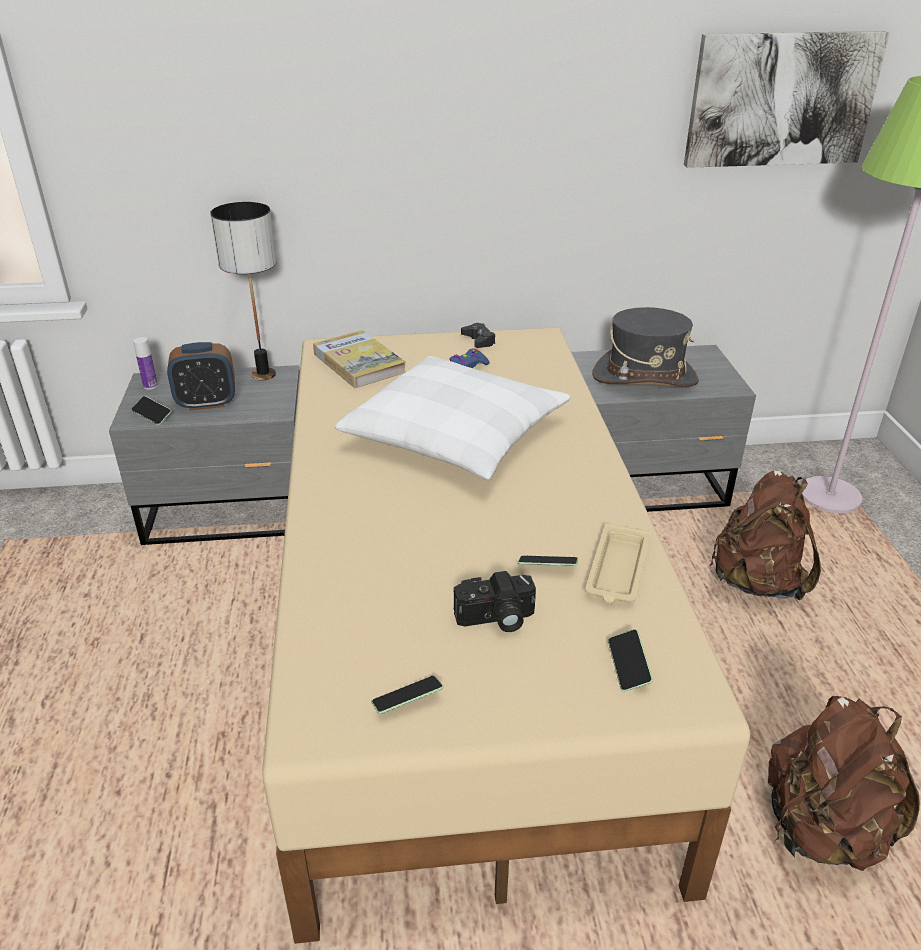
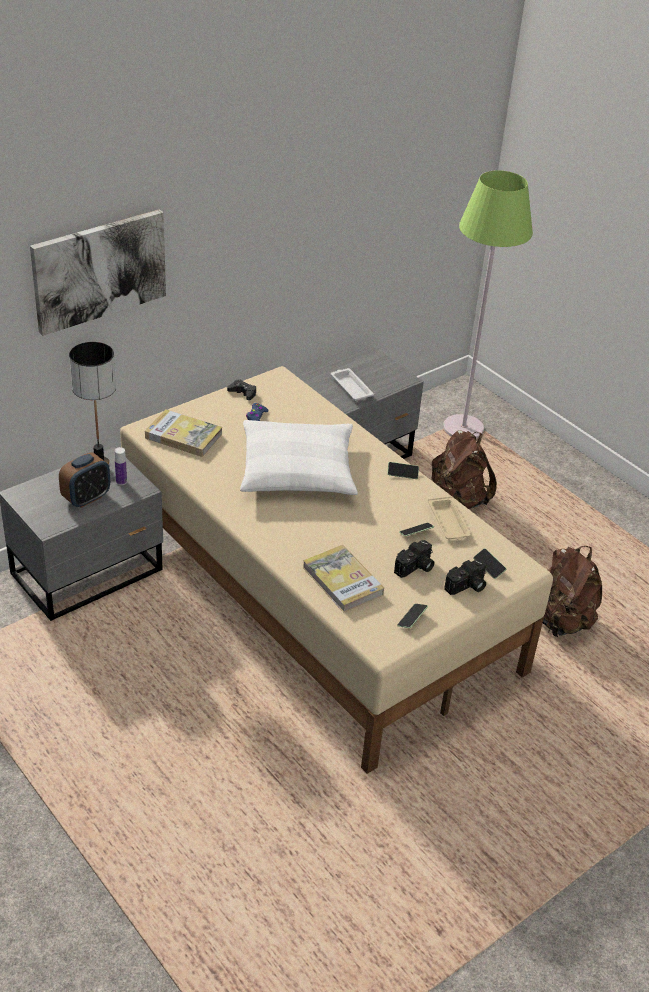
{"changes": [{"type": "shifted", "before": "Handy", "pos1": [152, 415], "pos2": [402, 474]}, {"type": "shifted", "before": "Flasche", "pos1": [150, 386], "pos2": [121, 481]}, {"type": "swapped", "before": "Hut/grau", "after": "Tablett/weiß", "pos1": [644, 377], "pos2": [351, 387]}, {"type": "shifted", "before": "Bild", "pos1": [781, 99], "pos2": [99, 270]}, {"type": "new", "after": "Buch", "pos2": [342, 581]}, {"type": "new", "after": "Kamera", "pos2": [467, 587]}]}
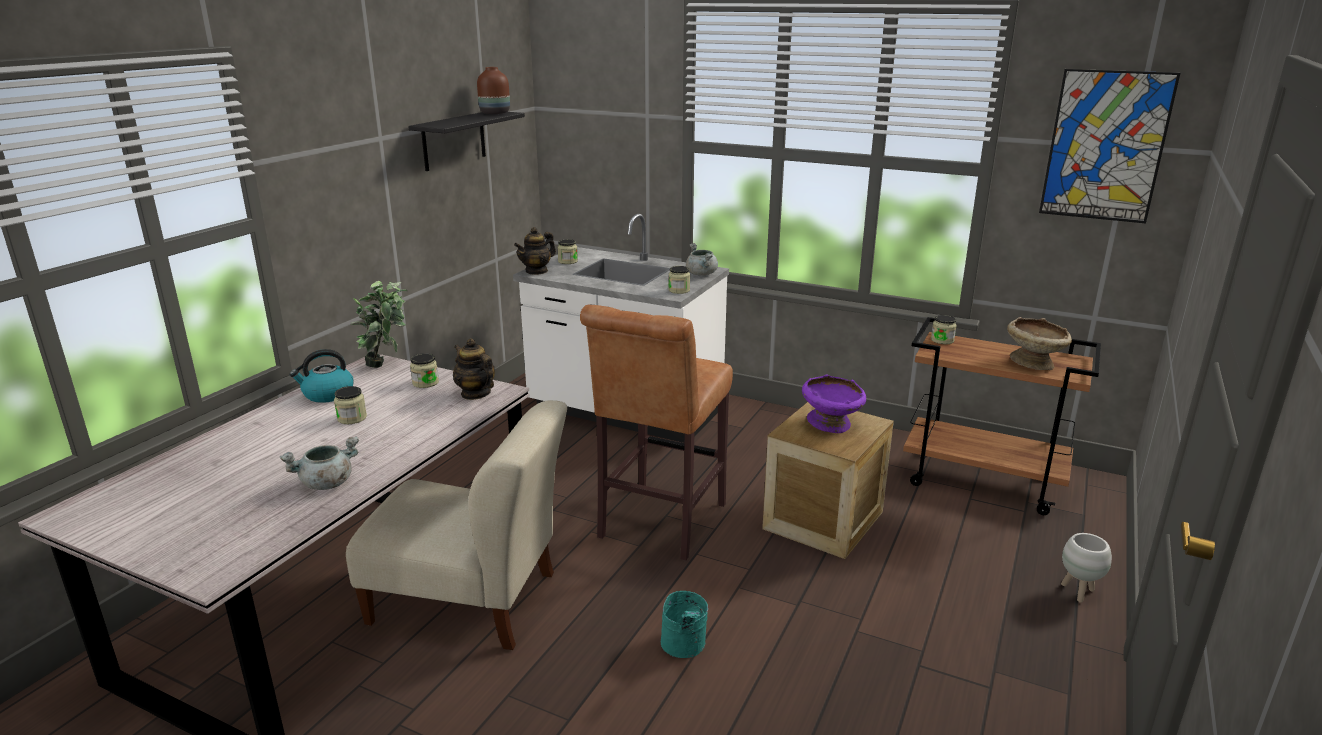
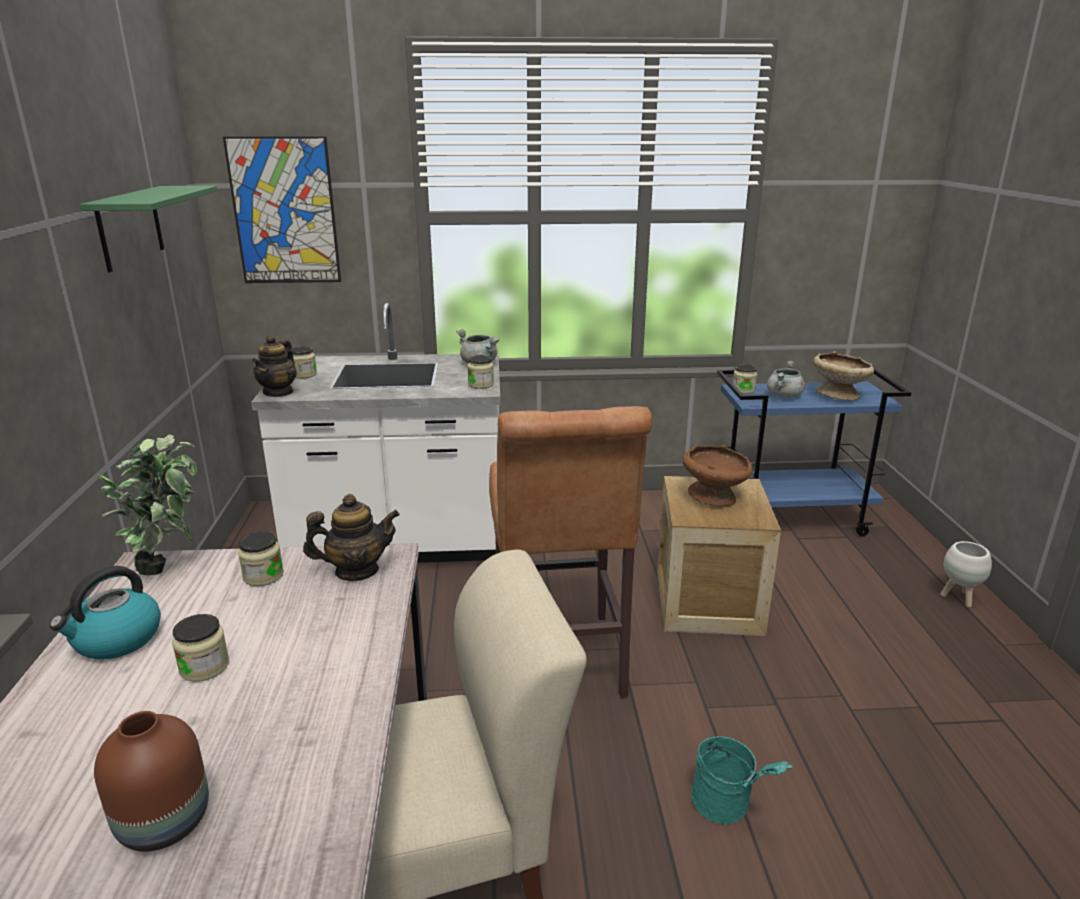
{"changes": [{"type": "shifted", "before": "Kochtopf/grau", "pos1": [327, 484], "pos2": [784, 396]}, {"type": "repainted", "before": "Wandregal/schwarz", "after": "Wandregal/grün", "pos1": [454, 140], "pos2": [130, 227]}, {"type": "rotated", "before": "Teekanne", "pos1": [475, 393], "pos2": [356, 571], "turn": 150}, {"type": "shifted", "before": "Vase/braun", "pos1": [495, 113], "pos2": [167, 820]}, {"type": "repainted", "before": "Schüssel/lila", "after": "Schüssel/braun", "pos1": [831, 424], "pos2": [714, 497]}, {"type": "repainted", "before": "Rollwagen/braun", "after": "Rollwagen/blau", "pos1": [984, 481], "pos2": [791, 518]}, {"type": "shifted", "before": "Bild", "pos1": [1105, 146], "pos2": [284, 211]}]}
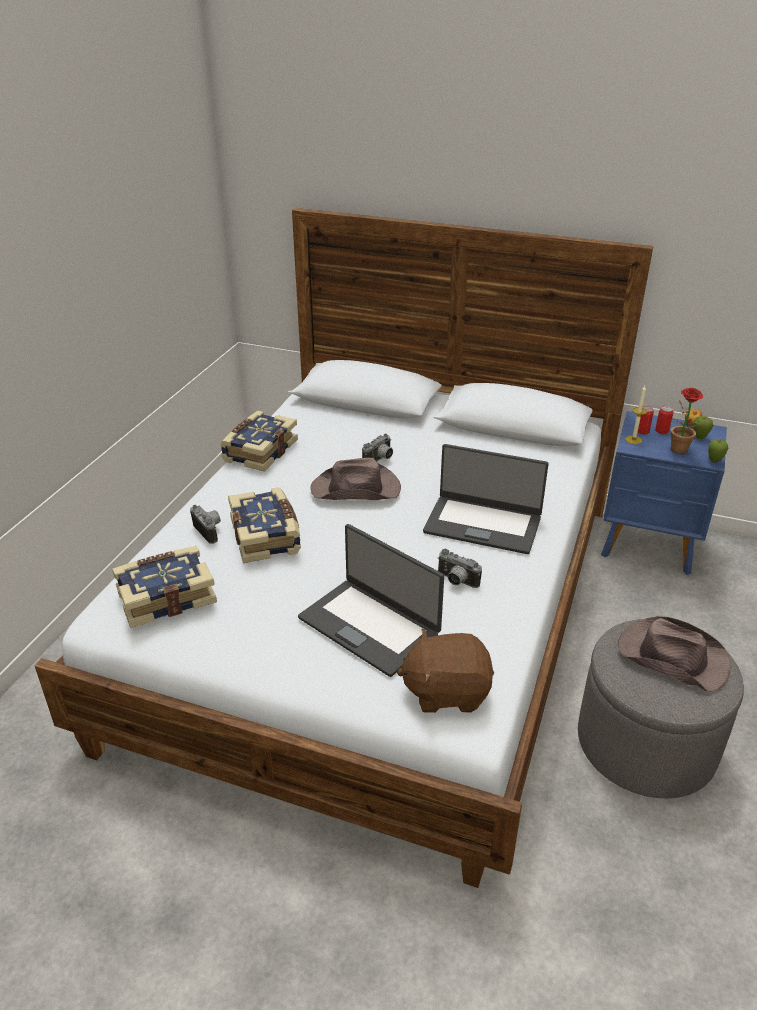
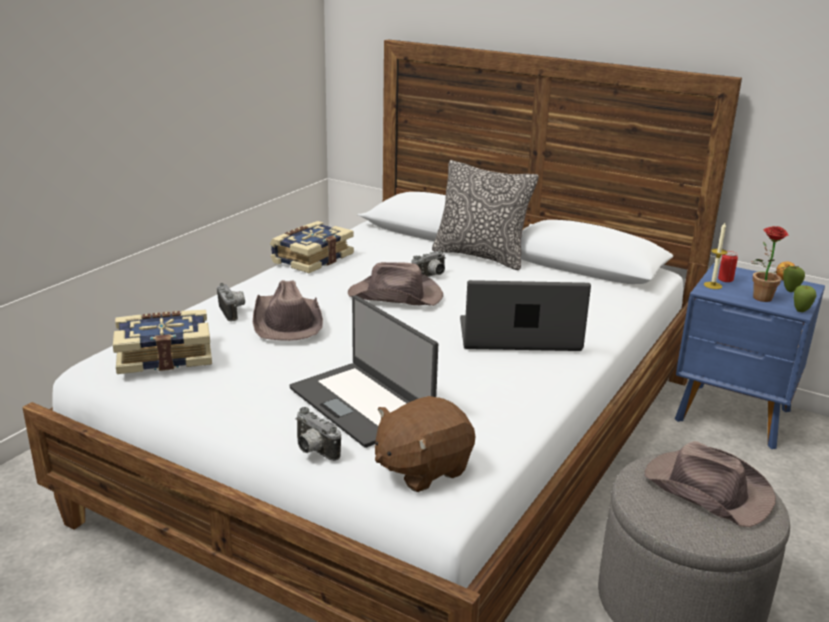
{"changes": [{"type": "swapped", "before": "Buch", "after": "Hut/braun", "pos1": [267, 536], "pos2": [287, 320]}, {"type": "rotated", "before": "Plüschtier/braun", "pos1": [446, 691], "pos2": [422, 468], "turn": -45}, {"type": "rotated", "before": "Laptop", "pos1": [483, 524], "pos2": [519, 336], "turn": 150}, {"type": "shifted", "before": "Kamera", "pos1": [456, 581], "pos2": [313, 450]}, {"type": "gone", "before": "Dose", "pos1": [662, 431]}, {"type": "new", "after": "Kissen", "pos2": [480, 256]}]}
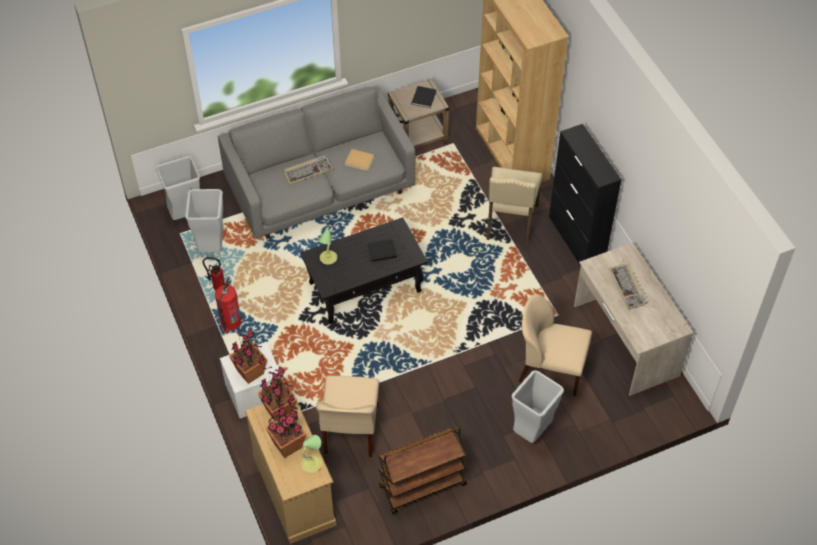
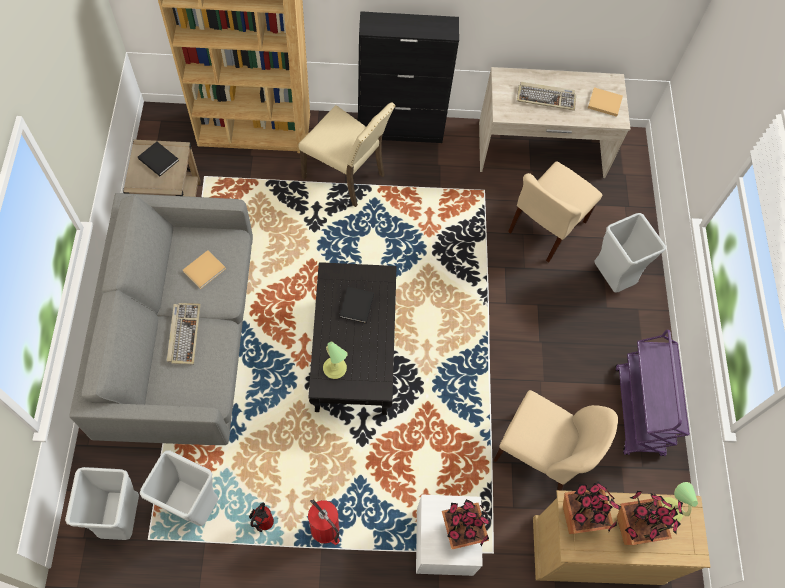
{"changes": [{"type": "repainted", "before": "Rollwagen/braun", "after": "Rollwagen/lila", "pos1": [422, 486], "pos2": [638, 411]}, {"type": "new", "after": "Buch/beige", "pos2": [603, 102]}]}
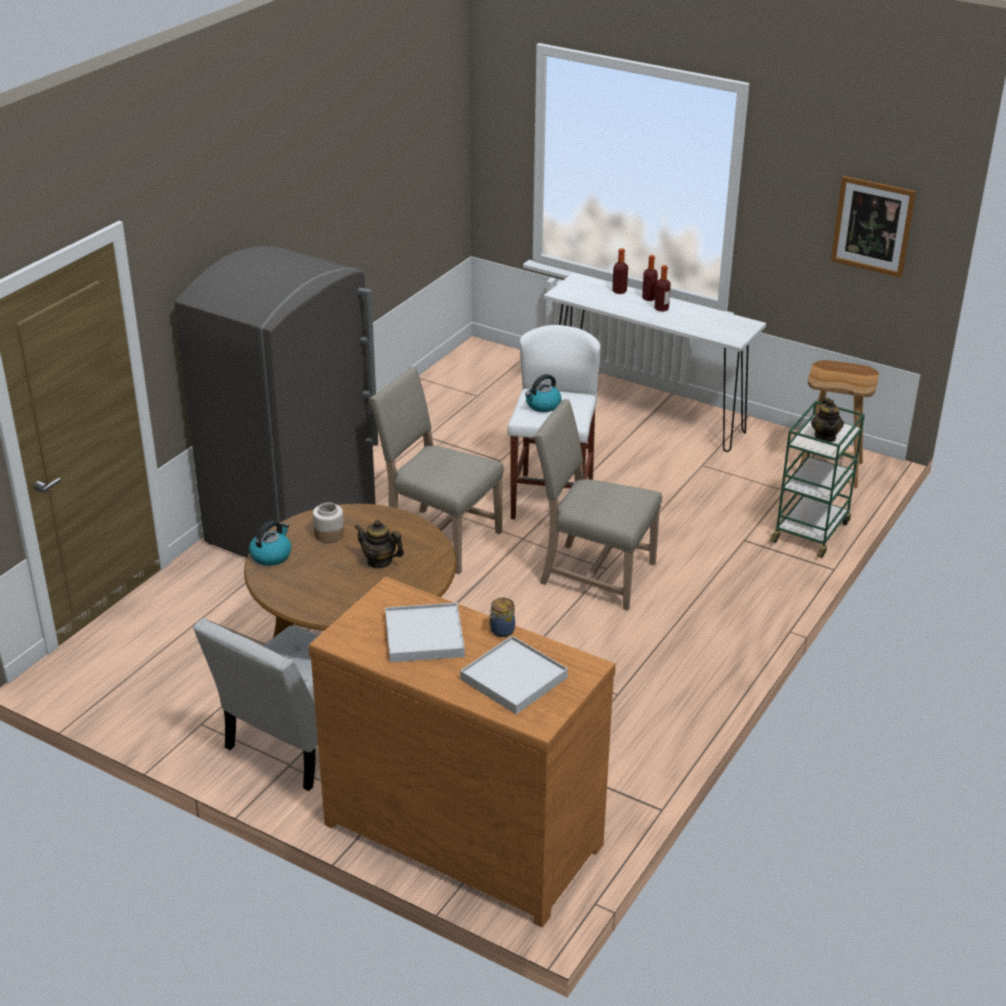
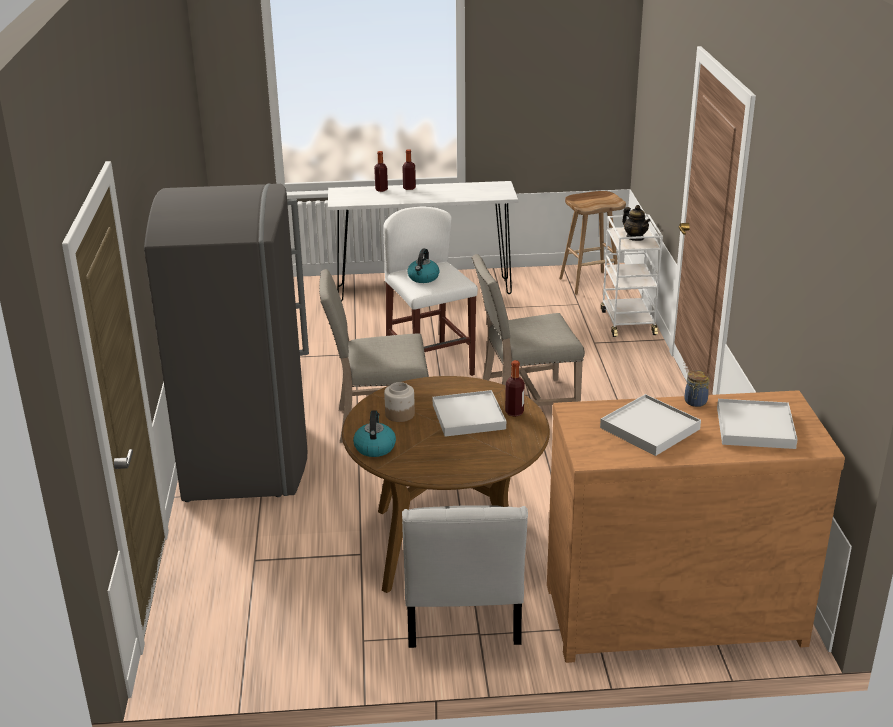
{"changes": [{"type": "swapped", "before": "Teekanne", "after": "Tablett/weiß", "pos1": [379, 561], "pos2": [469, 417]}, {"type": "shifted", "before": "Flasche", "pos1": [661, 309], "pos2": [514, 412]}, {"type": "repainted", "before": "Rollwagen/grün", "after": "Rollwagen/weiß", "pos1": [810, 531], "pos2": [627, 322]}, {"type": "gone", "before": "Bild", "pos1": [872, 226]}]}
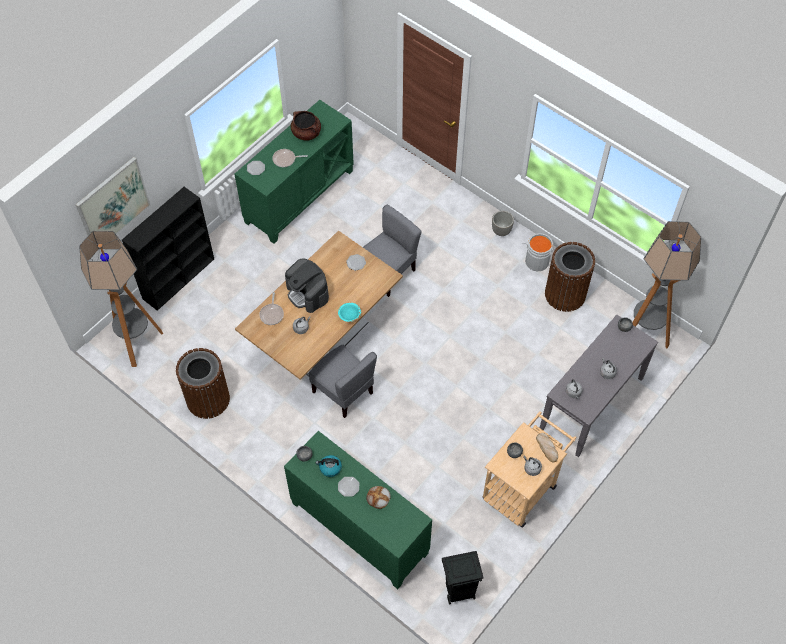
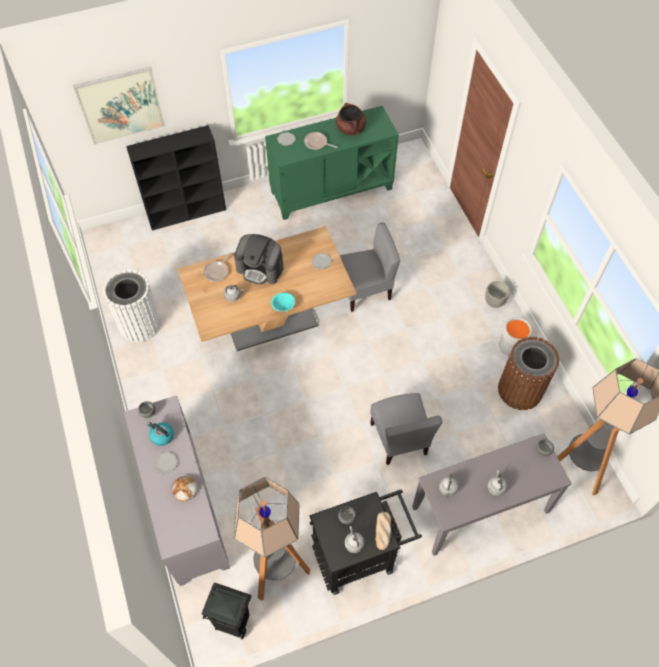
{"changes": [{"type": "shifted", "before": "Stehlampe", "pos1": [137, 343], "pos2": [277, 571]}, {"type": "repainted", "before": "Mülleimer/braun", "after": "Mülleimer/weiß", "pos1": [208, 399], "pos2": [139, 324]}, {"type": "repainted", "before": "Schrank/grün", "after": "Schrank/grau", "pos1": [358, 528], "pos2": [185, 508]}, {"type": "rotated", "before": "Kaffeemaschine", "pos1": [308, 293], "pos2": [260, 268], "turn": -60}, {"type": "shifted", "before": "Stuhl/grau", "pos1": [343, 392], "pos2": [399, 439]}, {"type": "repainted", "before": "Rollwagen/beige", "after": "Rollwagen/schwarz", "pos1": [523, 487], "pos2": [360, 555]}]}
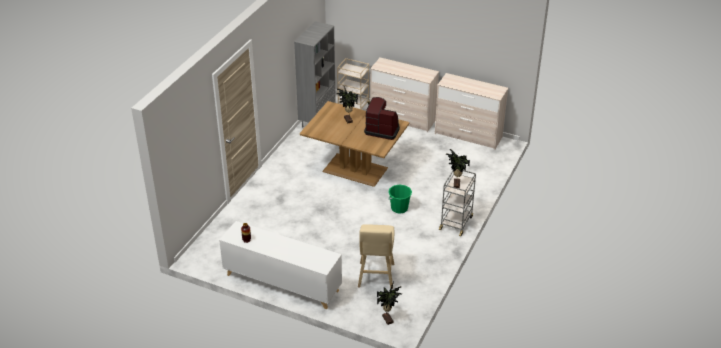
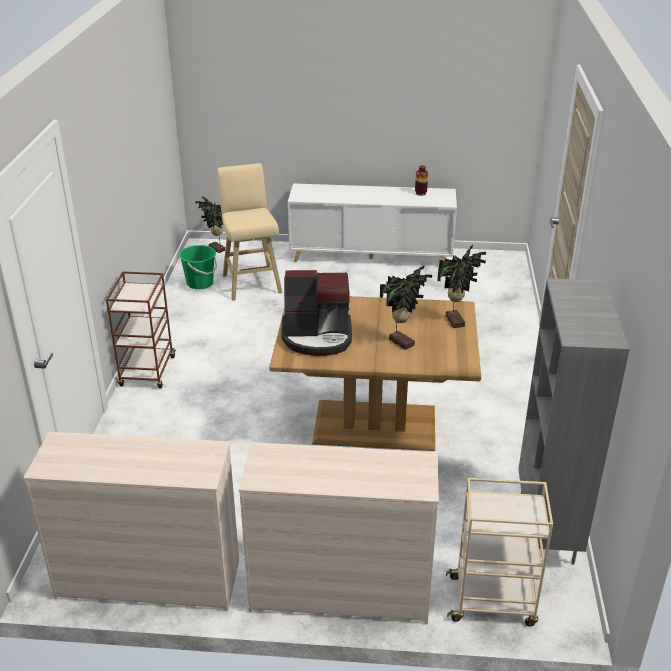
{"changes": [{"type": "shifted", "before": "Eimer/grün", "pos1": [399, 208], "pos2": [200, 283]}, {"type": "repainted", "before": "Rollwagen/grau", "after": "Rollwagen/braun", "pos1": [456, 223], "pos2": [147, 372]}, {"type": "shifted", "before": "Topfpflanze", "pos1": [455, 184], "pos2": [456, 321]}]}
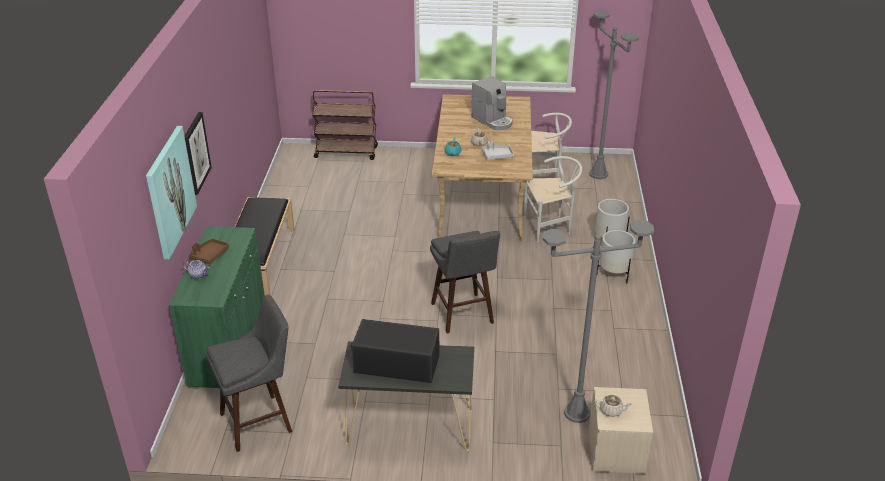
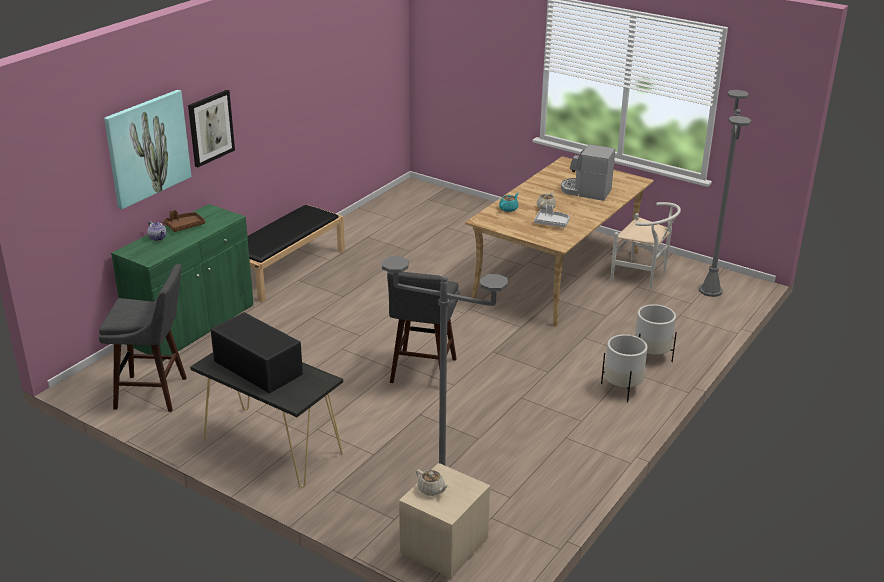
{"changes": [{"type": "gone", "before": "Rollwagen/braun", "pos1": [347, 152]}, {"type": "rotated", "before": "Kaffeemaschine", "pos1": [493, 120], "pos2": [585, 191], "turn": 120}, {"type": "gone", "before": "Stuhl/weiß", "pos1": [551, 226]}]}
